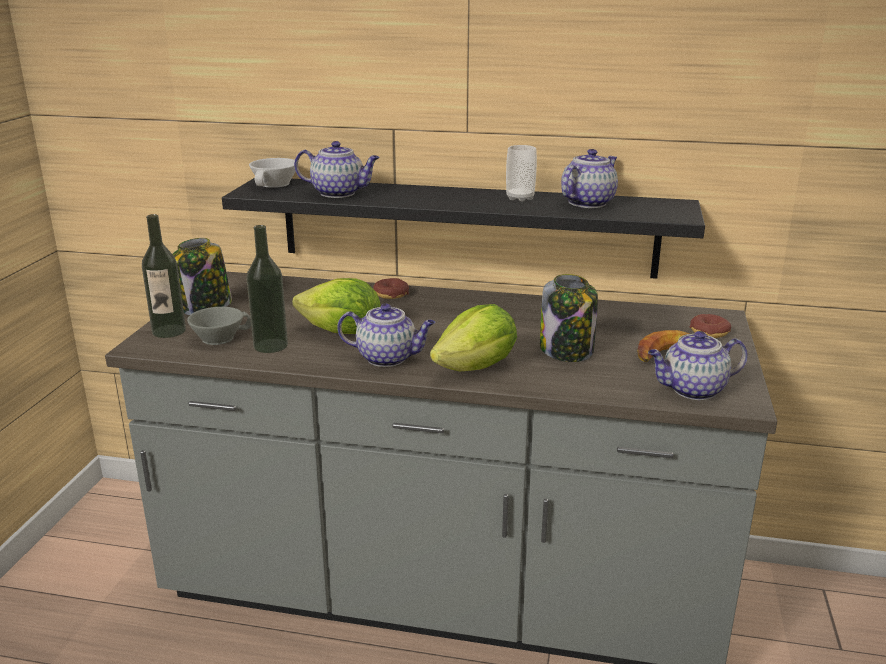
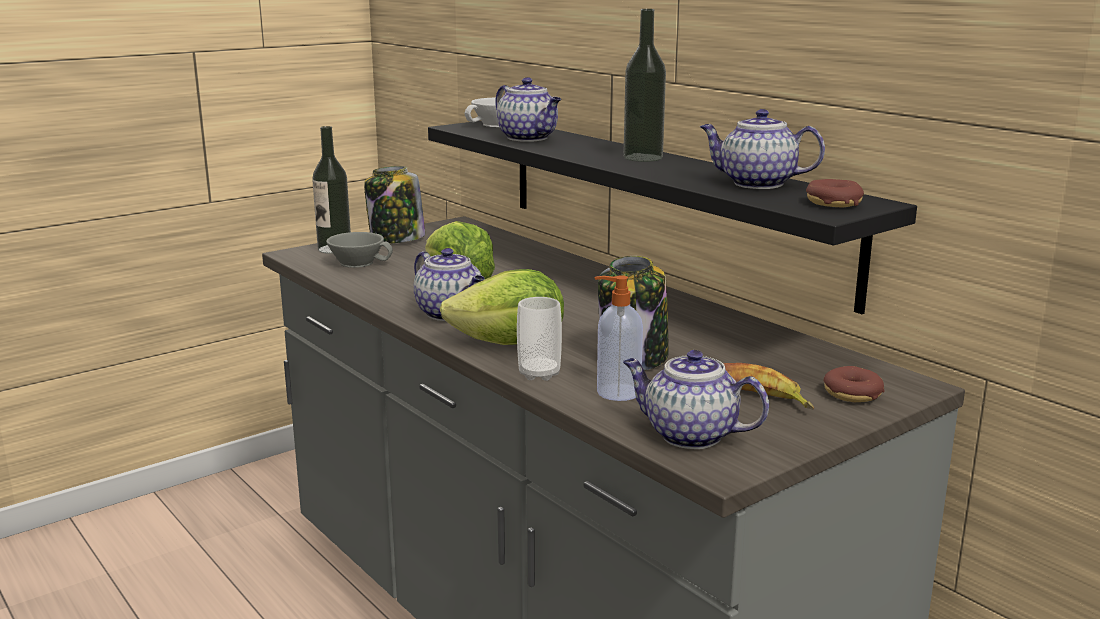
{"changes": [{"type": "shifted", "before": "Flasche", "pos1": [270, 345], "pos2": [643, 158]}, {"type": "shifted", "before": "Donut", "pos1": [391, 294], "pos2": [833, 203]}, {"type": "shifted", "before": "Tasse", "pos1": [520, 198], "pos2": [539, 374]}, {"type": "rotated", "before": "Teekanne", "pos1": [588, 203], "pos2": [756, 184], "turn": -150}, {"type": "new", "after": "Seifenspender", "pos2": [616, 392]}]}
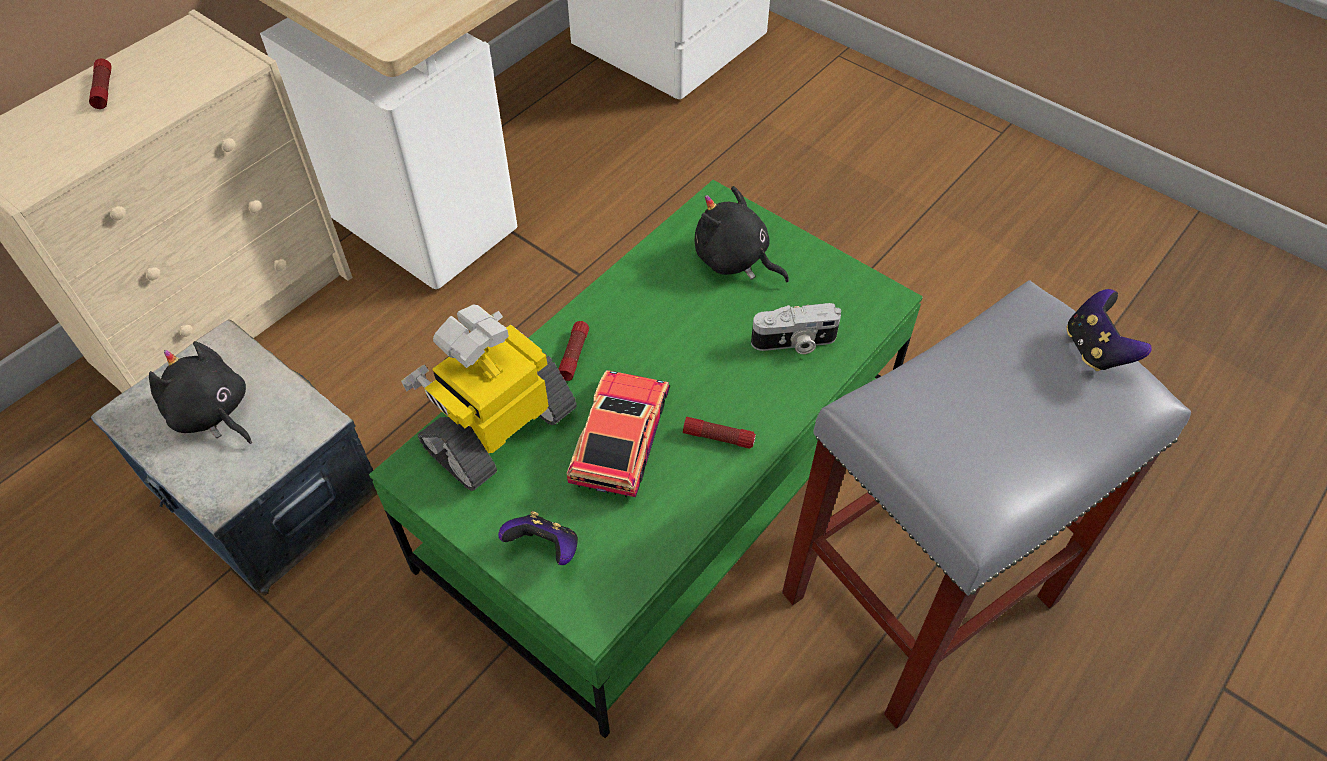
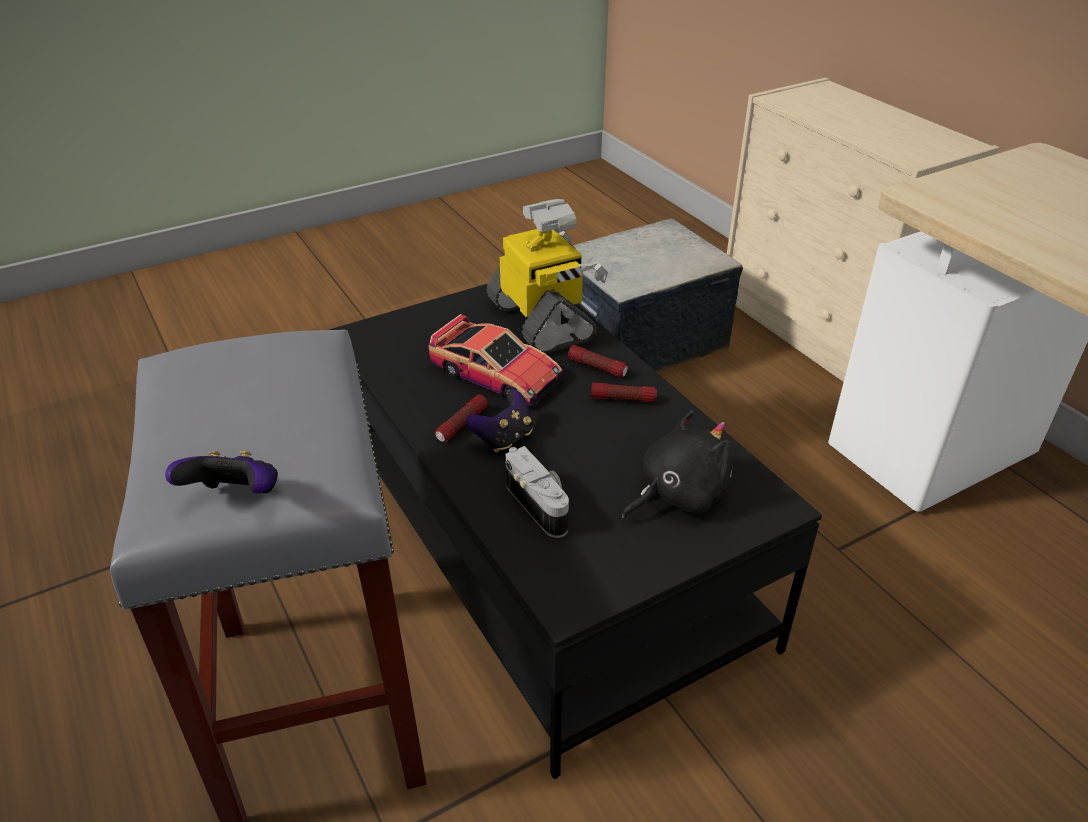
{"changes": [{"type": "shifted", "before": "Taschenlampe", "pos1": [104, 90], "pos2": [622, 399]}, {"type": "gone", "before": "Plüschtier/schwarz", "pos1": [212, 413]}, {"type": "repainted", "before": "Couchtisch/grün", "after": "Couchtisch/schwarz", "pos1": [664, 486], "pos2": [542, 545]}, {"type": "shifted", "before": "Gamepad", "pos1": [545, 548], "pos2": [504, 438]}, {"type": "rotated", "before": "Kamera", "pos1": [794, 343], "pos2": [541, 504], "turn": 135}]}
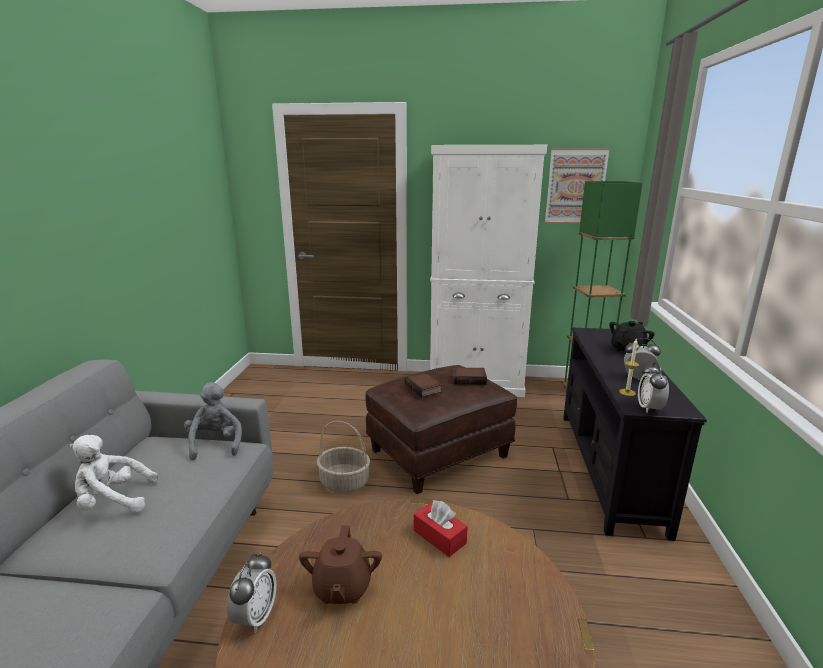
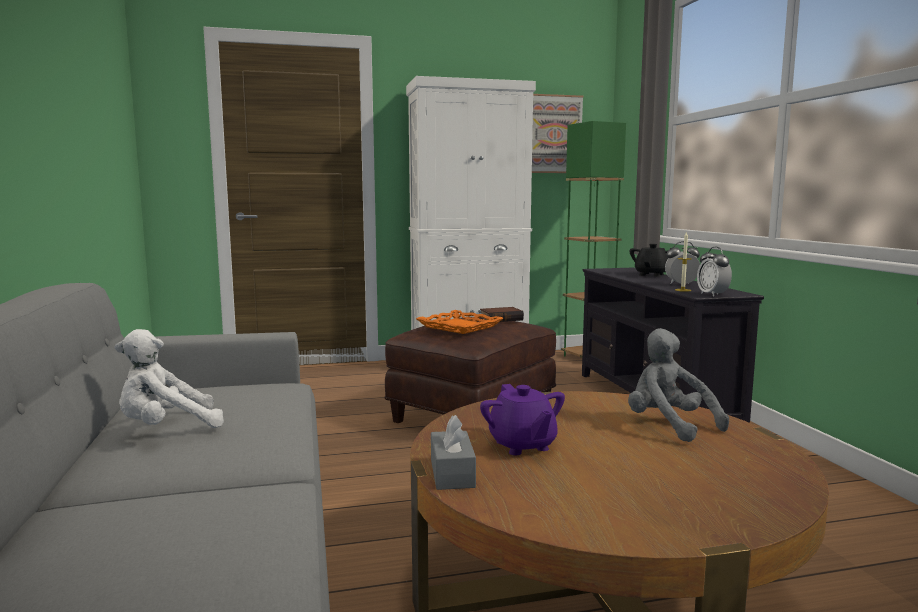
{"changes": [{"type": "shifted", "before": "Plüschtier/grau", "pos1": [215, 443], "pos2": [668, 425]}, {"type": "swapped", "before": "Wecker", "after": "Taschentuchbox/grau", "pos1": [255, 617], "pos2": [452, 473]}, {"type": "repainted", "before": "Teekanne/braun", "after": "Teekanne/lila", "pos1": [342, 588], "pos2": [522, 445]}, {"type": "gone", "before": "Korb", "pos1": [343, 482]}, {"type": "swapped", "before": "Buch", "after": "Tablett/orange", "pos1": [424, 388], "pos2": [460, 326]}, {"type": "gone", "before": "Taschentuchbox/rot", "pos1": [439, 537]}]}
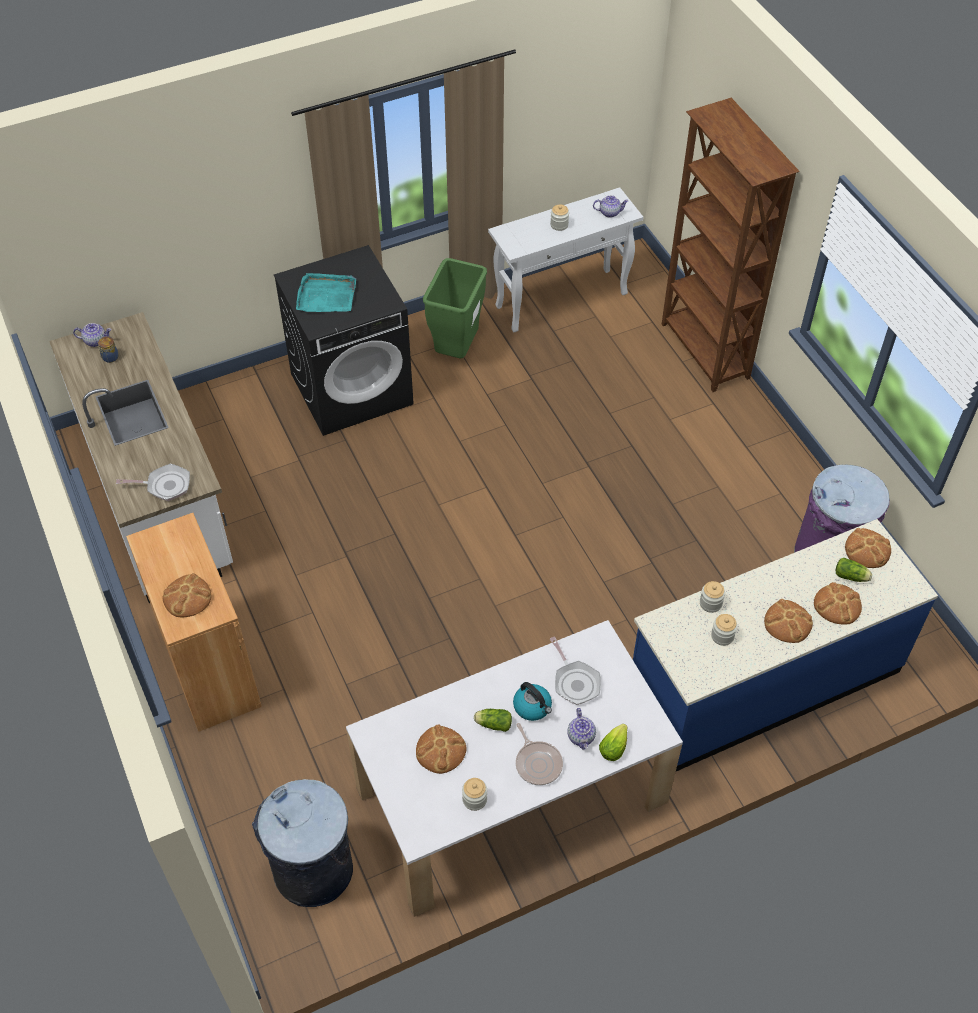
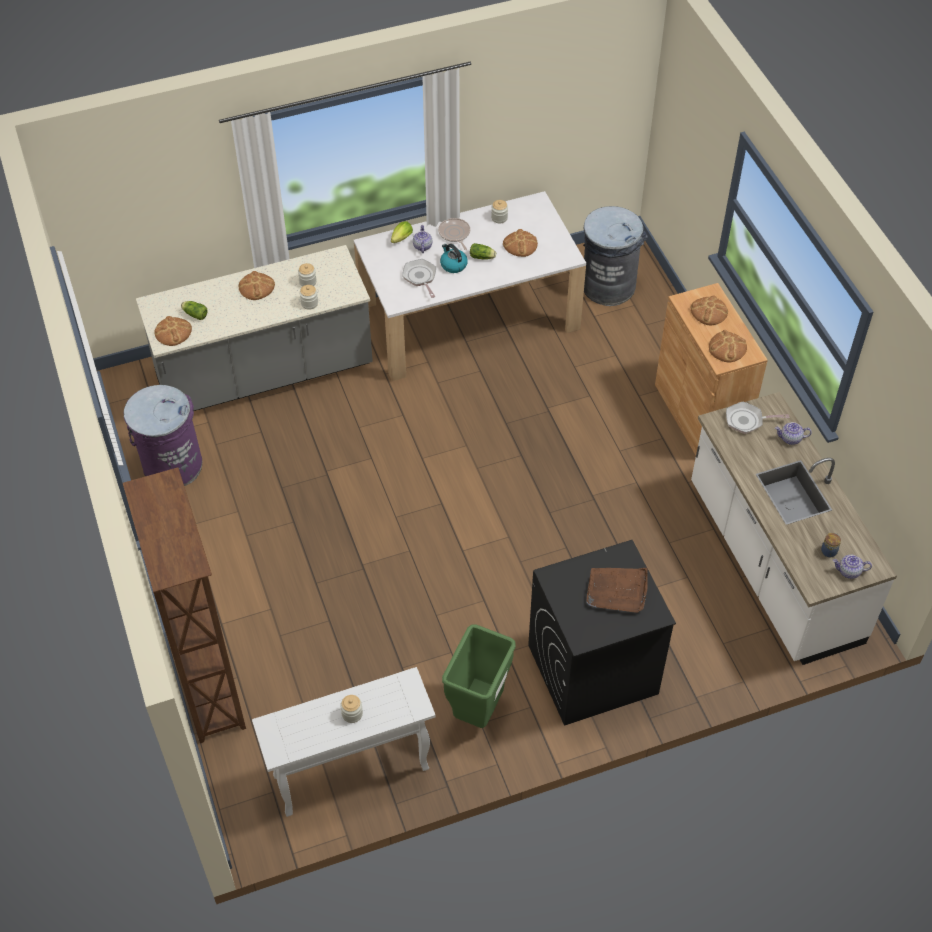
{"changes": [{"type": "repainted", "before": "Tablett/türkis", "after": "Tablett/braun", "pos1": [326, 295], "pos2": [617, 590]}, {"type": "shifted", "before": "Teekanne", "pos1": [610, 212], "pos2": [790, 439]}, {"type": "repainted", "before": "Küchenzeile/blau", "after": "Küchenzeile/grau", "pos1": [762, 683], "pos2": [265, 374]}, {"type": "shifted", "before": "Brot", "pos1": [837, 605], "pos2": [727, 348]}]}
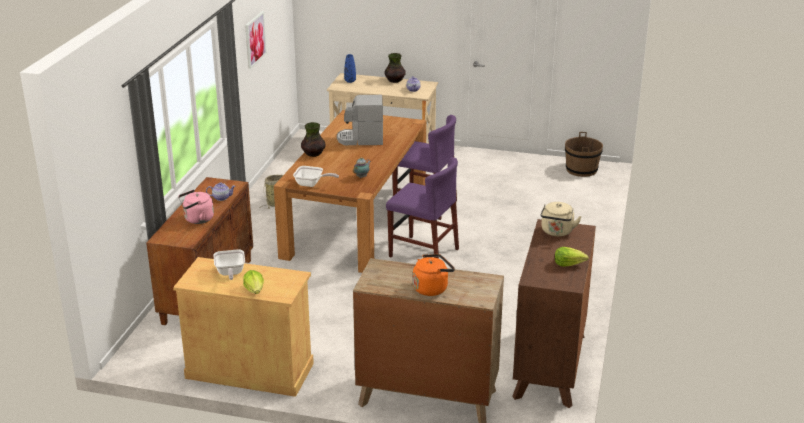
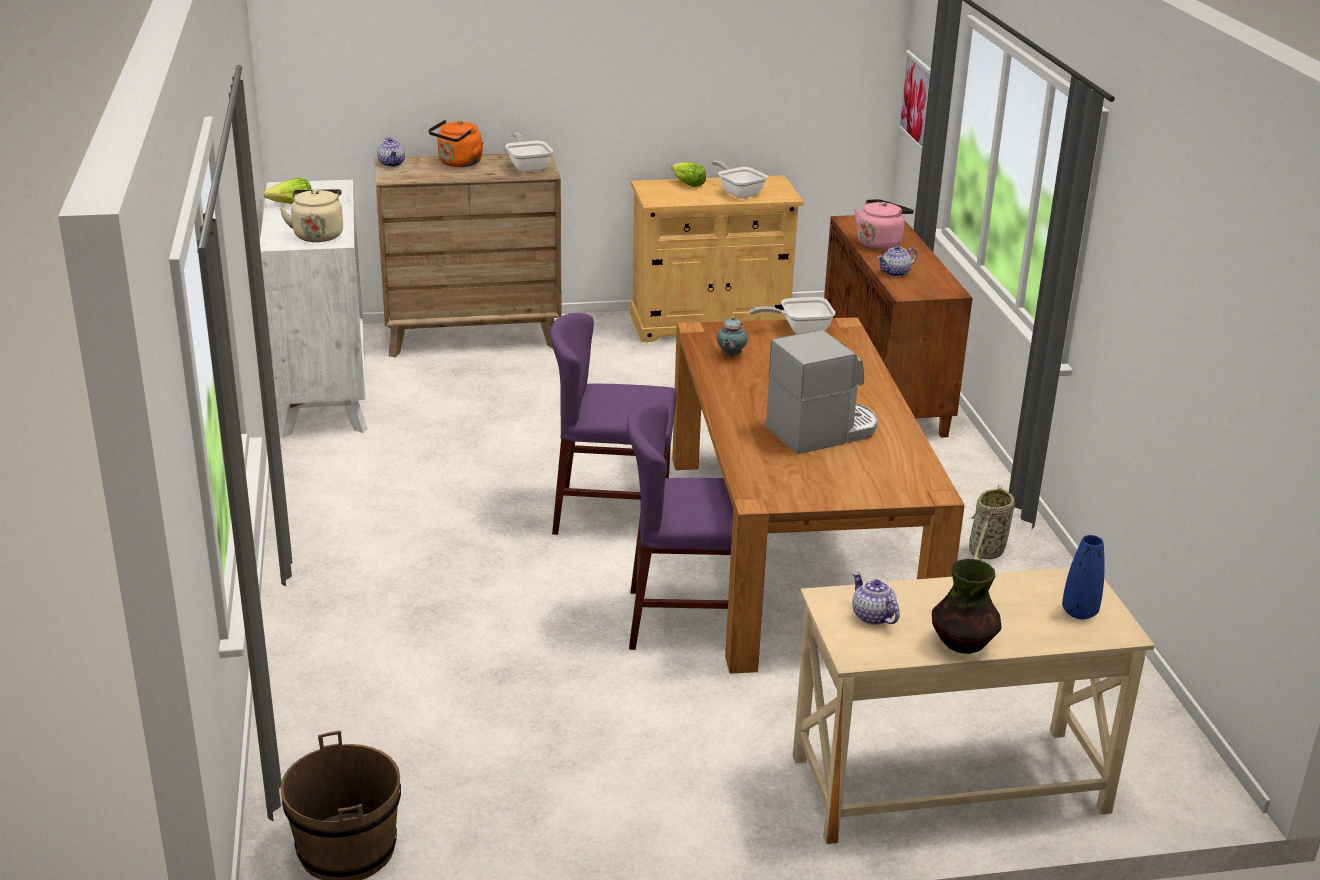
{"changes": [{"type": "shifted", "before": "Bild", "pos1": [255, 39], "pos2": [917, 100]}, {"type": "gone", "before": "Vase", "pos1": [313, 154]}, {"type": "repainted", "before": "Kommode/braun", "after": "Kommode/weiß", "pos1": [550, 366], "pos2": [323, 392]}, {"type": "new", "after": "Teekanne", "pos2": [392, 164]}, {"type": "new", "after": "Pfanne", "pos2": [528, 166]}]}
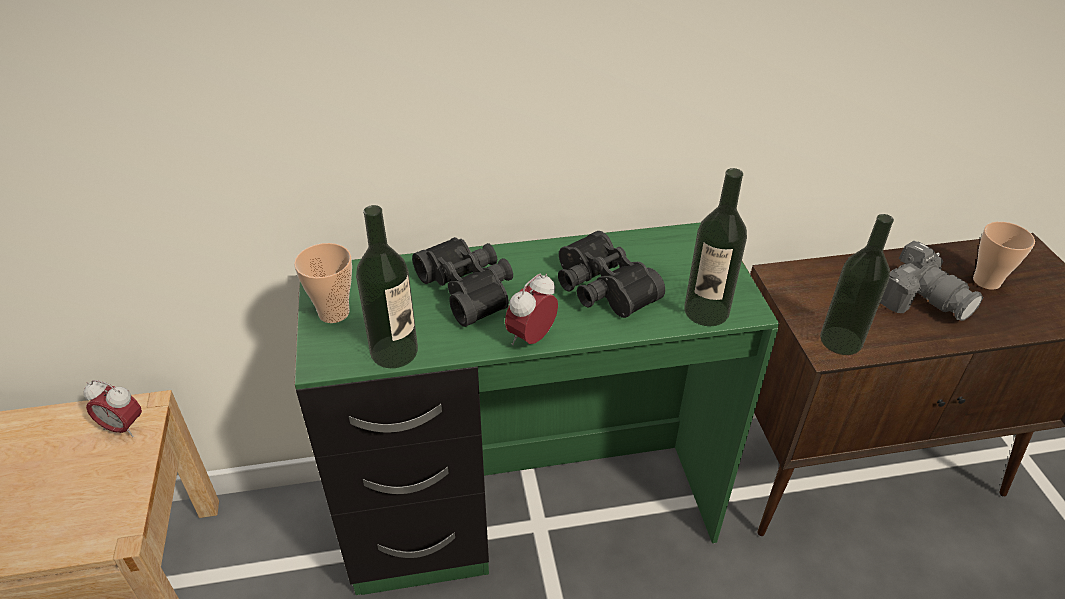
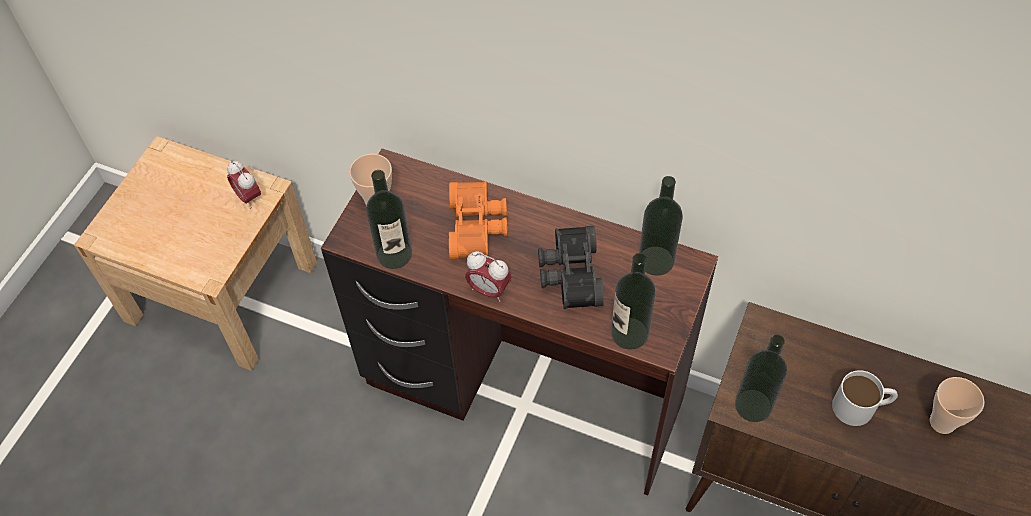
{"changes": [{"type": "repainted", "before": "Schreibtisch/grün", "after": "Schreibtisch/braun", "pos1": [531, 516], "pos2": [522, 395]}, {"type": "repainted", "before": "Fernglas/schwarz", "after": "Fernglas/orange", "pos1": [470, 288], "pos2": [478, 227]}, {"type": "rotated", "before": "Wecker", "pos1": [531, 338], "pos2": [489, 290], "turn": -135}, {"type": "swapped", "before": "Kamera", "after": "Henkelbecher/weiß", "pos1": [920, 299], "pos2": [861, 406]}, {"type": "new", "after": "Flasche", "pos2": [656, 260]}]}
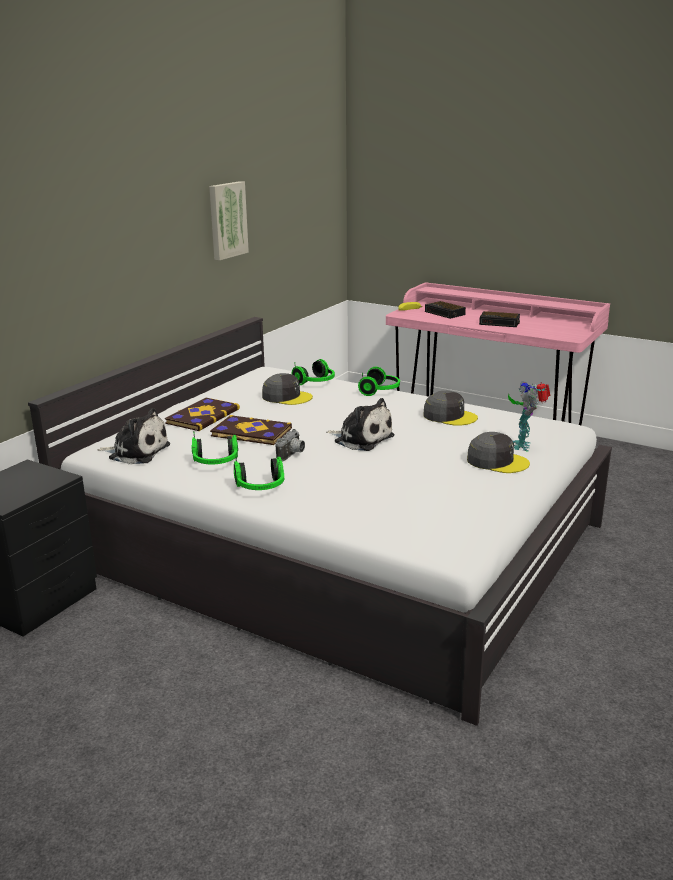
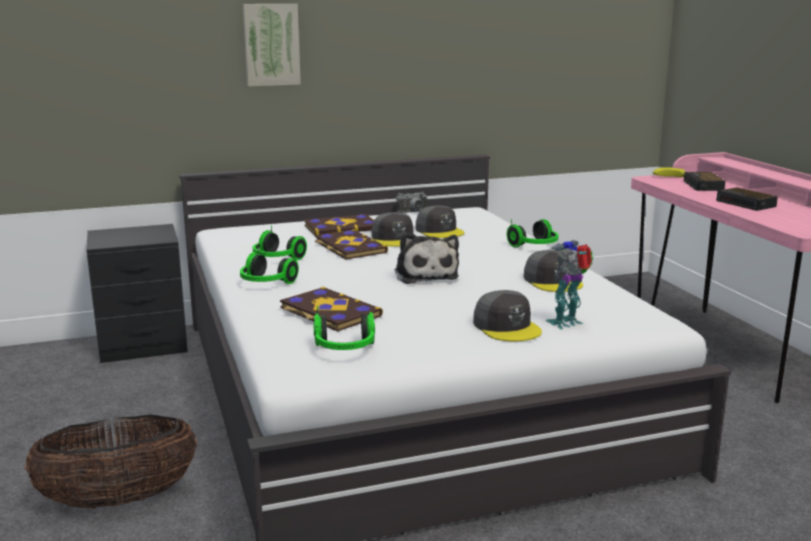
{"changes": [{"type": "gone", "before": "Plüschtier", "pos1": [136, 452]}, {"type": "shifted", "before": "Bild", "pos1": [226, 220], "pos2": [271, 44]}, {"type": "shifted", "before": "Kamera", "pos1": [292, 455], "pos2": [413, 211]}, {"type": "shifted", "before": "Kopfhörer", "pos1": [316, 383], "pos2": [345, 349]}, {"type": "new", "after": "Korb", "pos2": [118, 500]}, {"type": "new", "after": "Buch", "pos2": [329, 312]}, {"type": "new", "after": "Kappe/grau", "pos2": [395, 239]}]}
